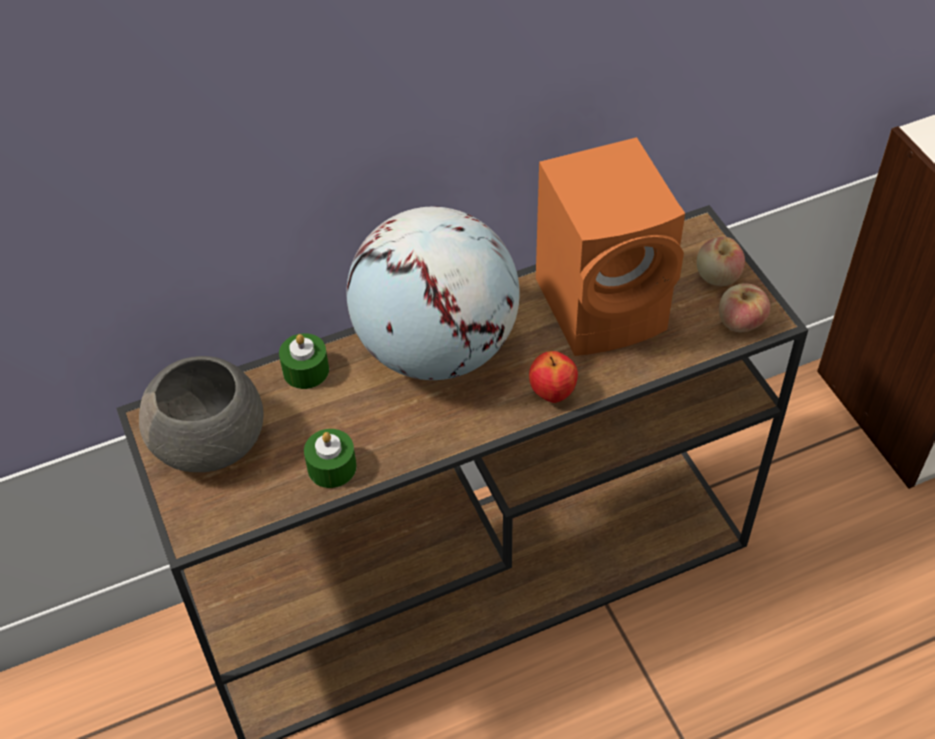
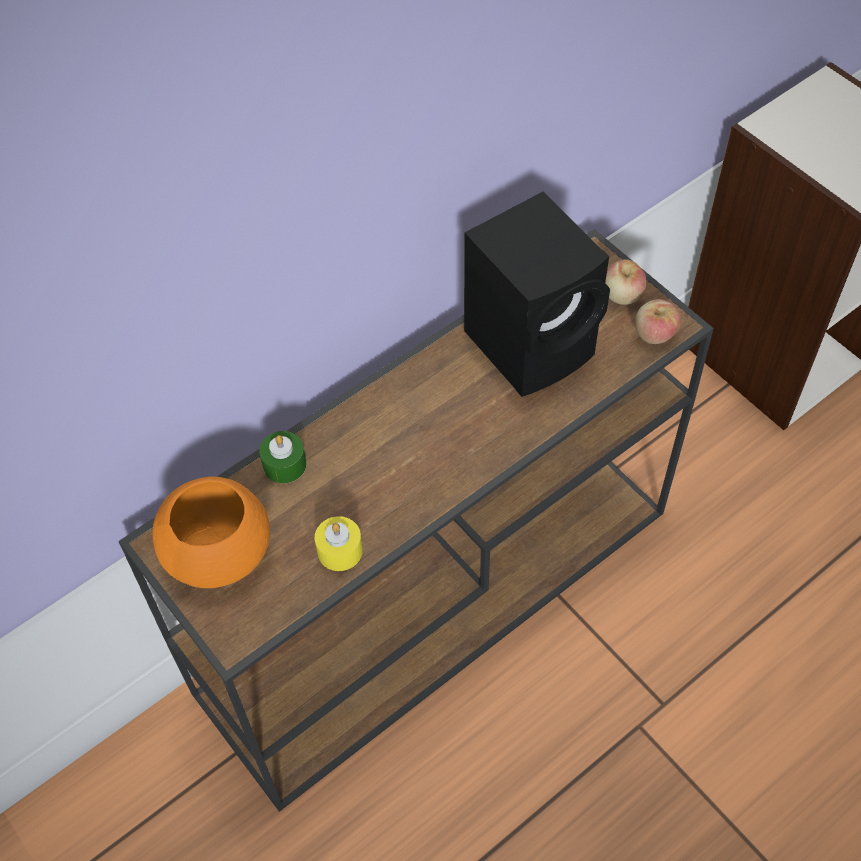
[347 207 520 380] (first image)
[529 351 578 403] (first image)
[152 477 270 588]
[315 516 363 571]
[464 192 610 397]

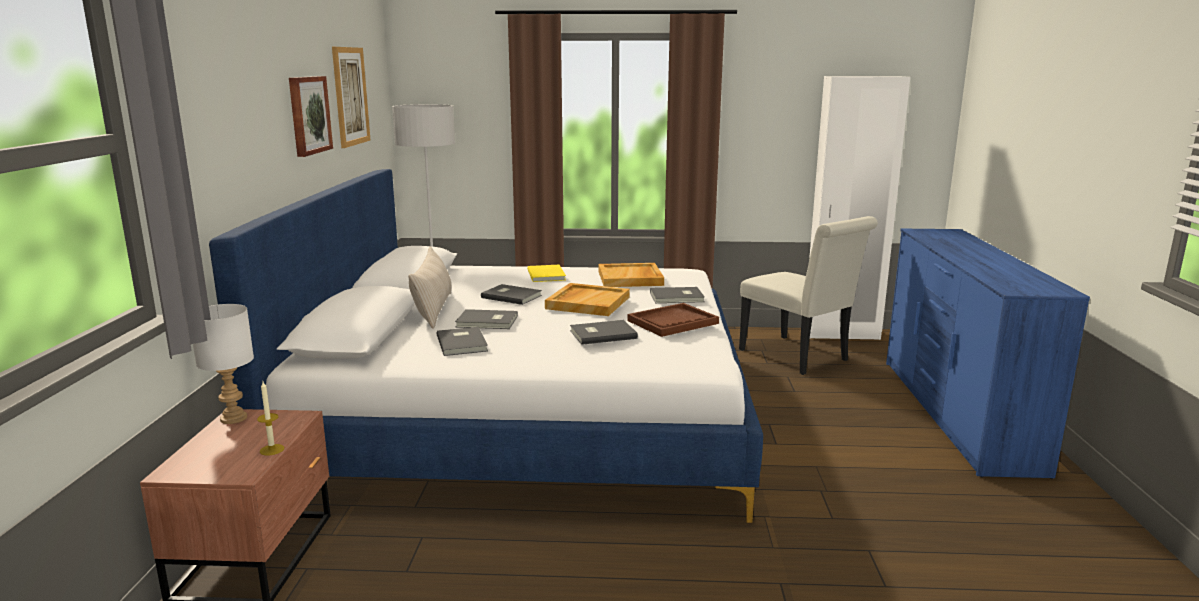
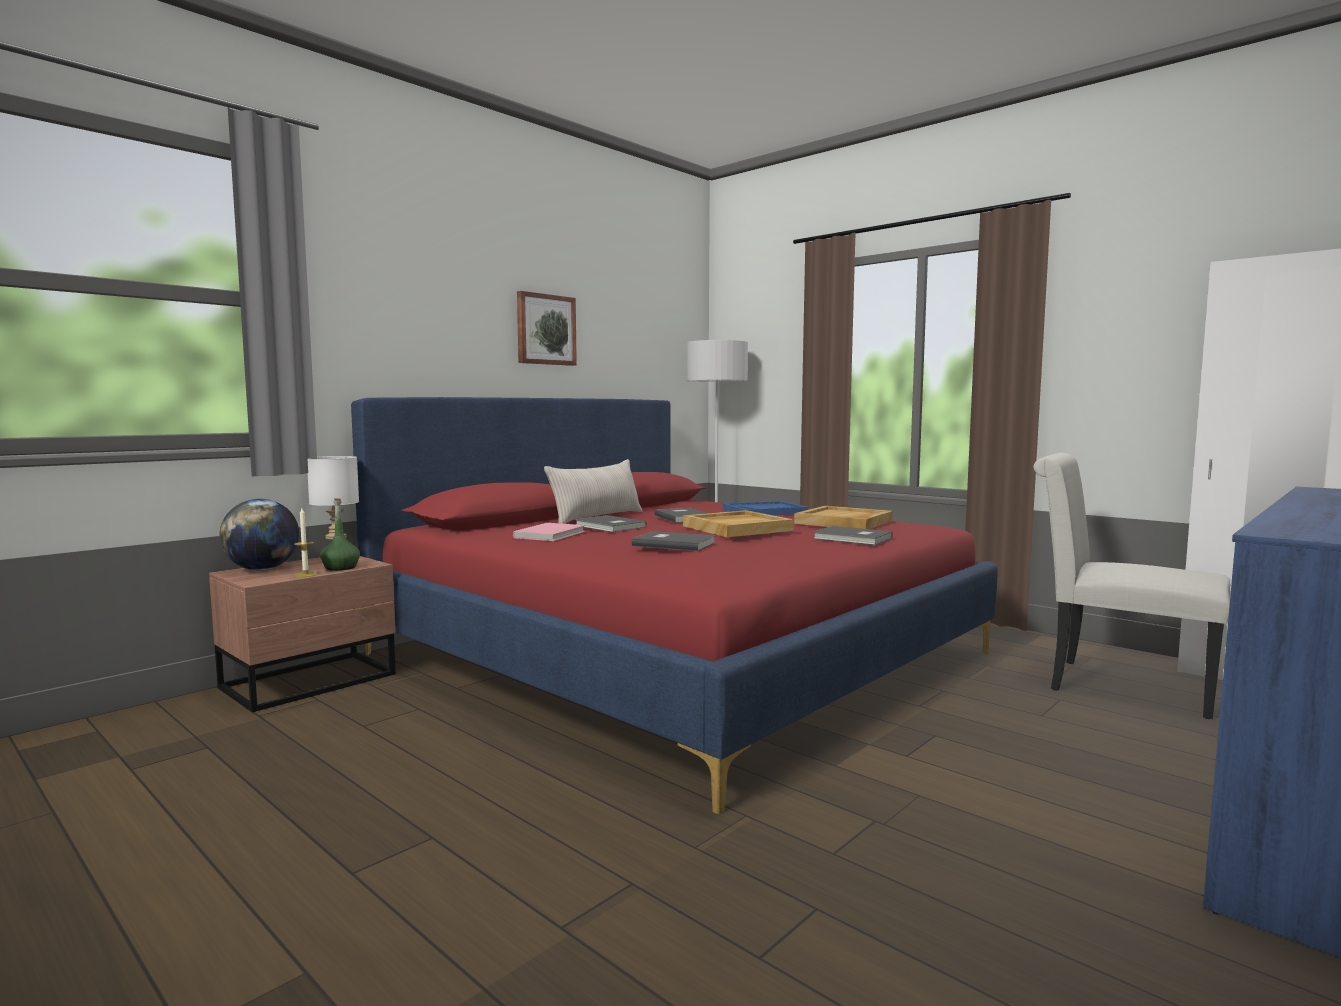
[332 47 370 148] (first image)
[627 303 719 337] (first image)
[219 499 299 570]
[320 498 360 571]
[723 501 807 516]
[351 397 998 814]
[513 523 585 541]
[1033 453 1230 719]

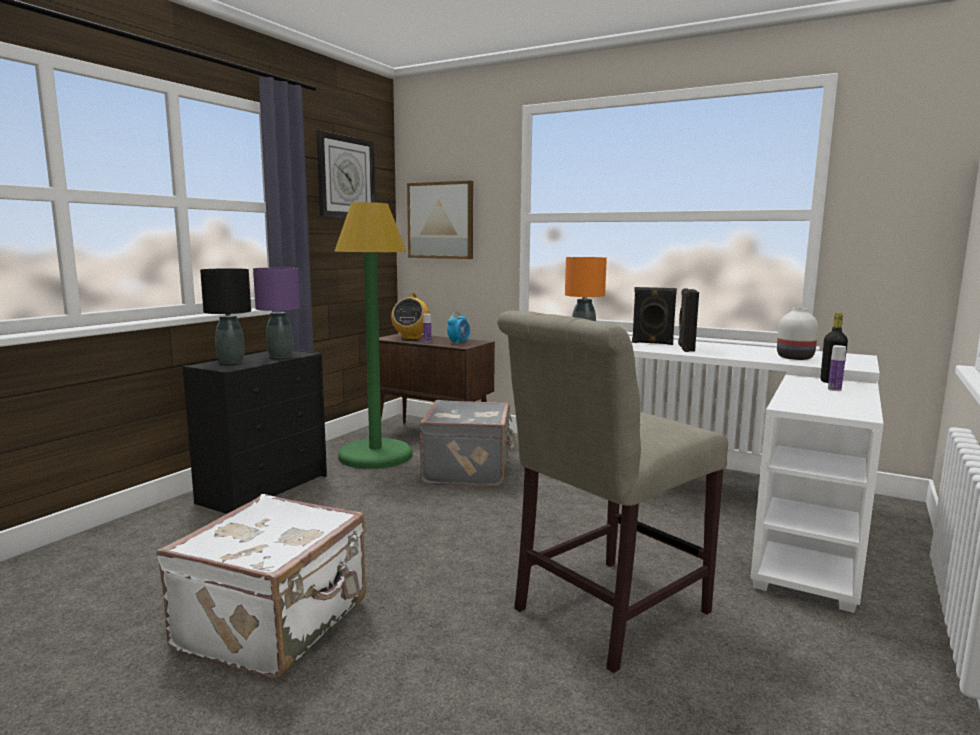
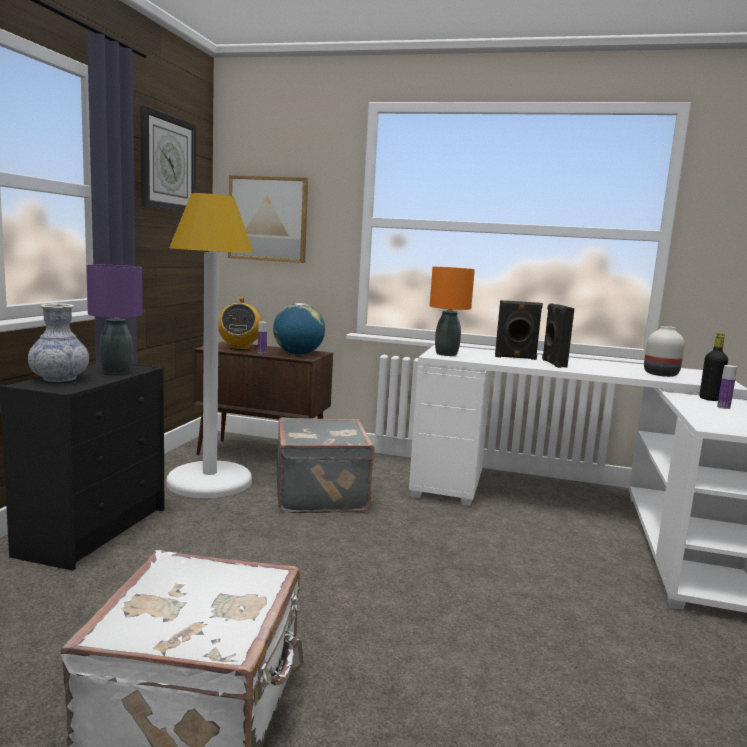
[497 311 728 673] (first image)
[28 303 89 382]
[273 303 325 355]
[167 193 254 498]

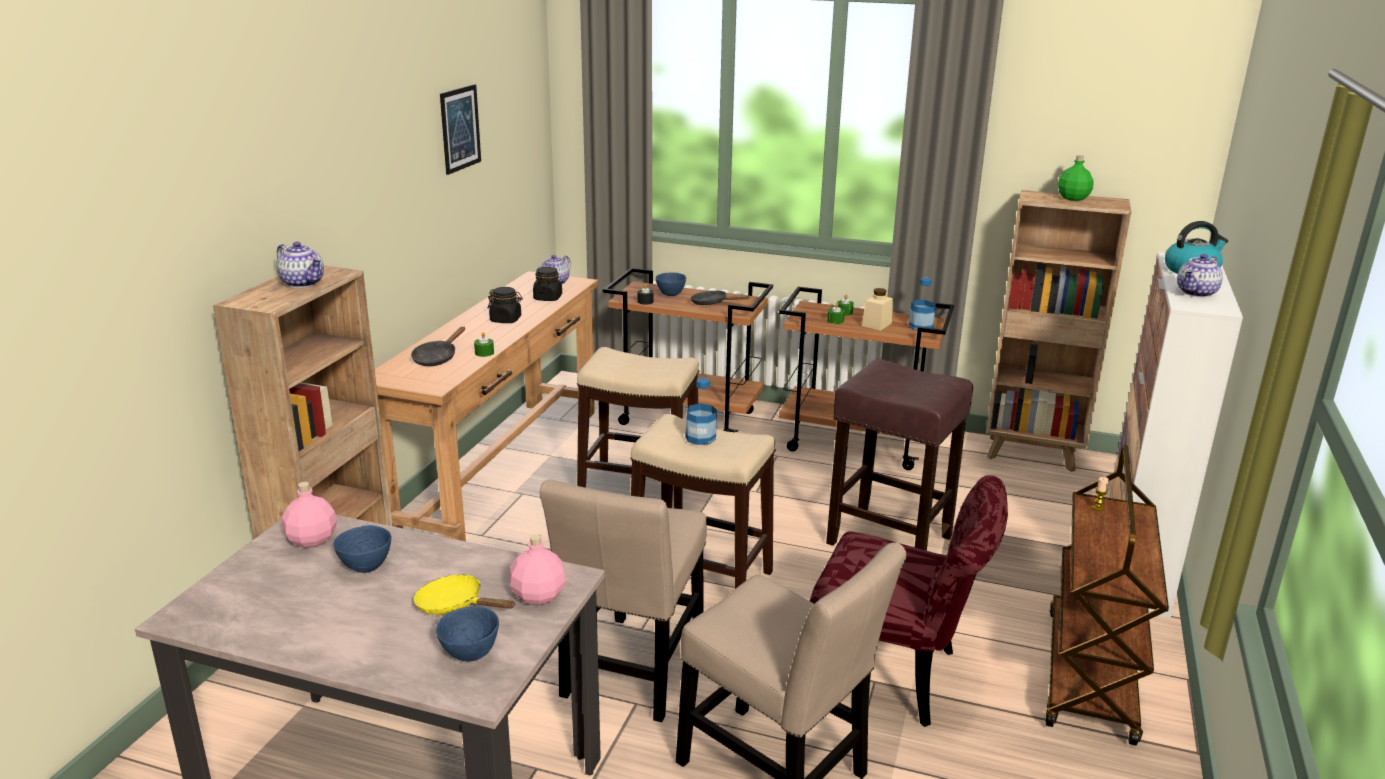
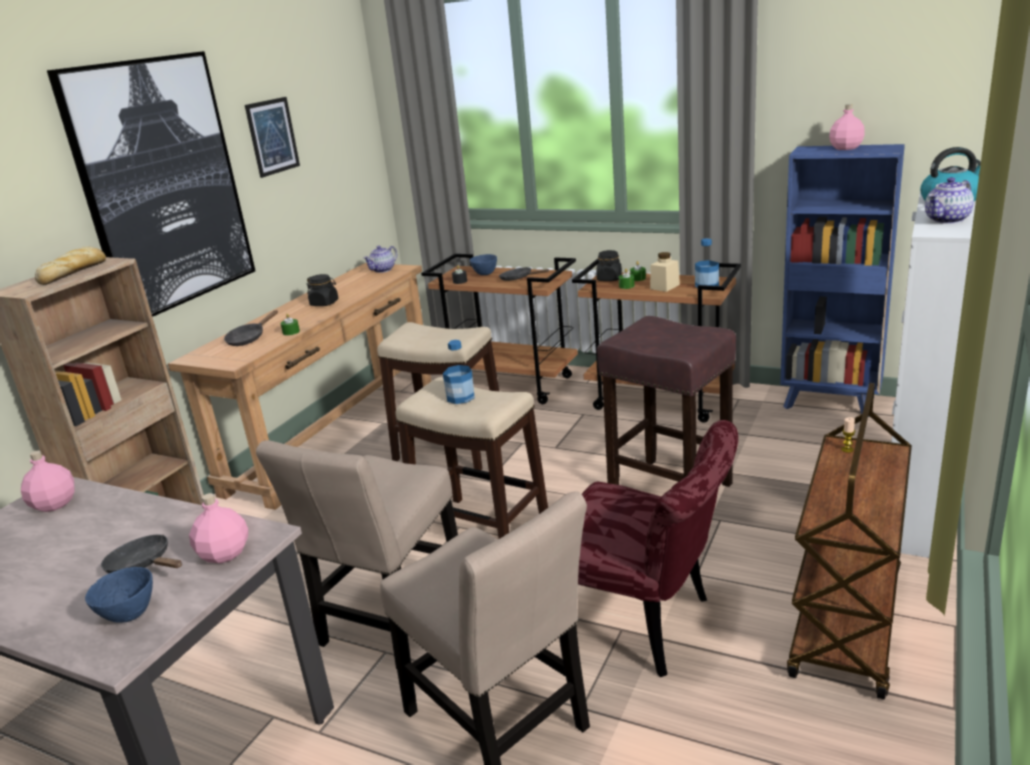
[333 525 392 573] (first image)
[47 51 255 317]
[596 250 622 281]
[35 246 106 285]
[101 534 182 574]
[780 144 905 417]
[829 104 865 150]

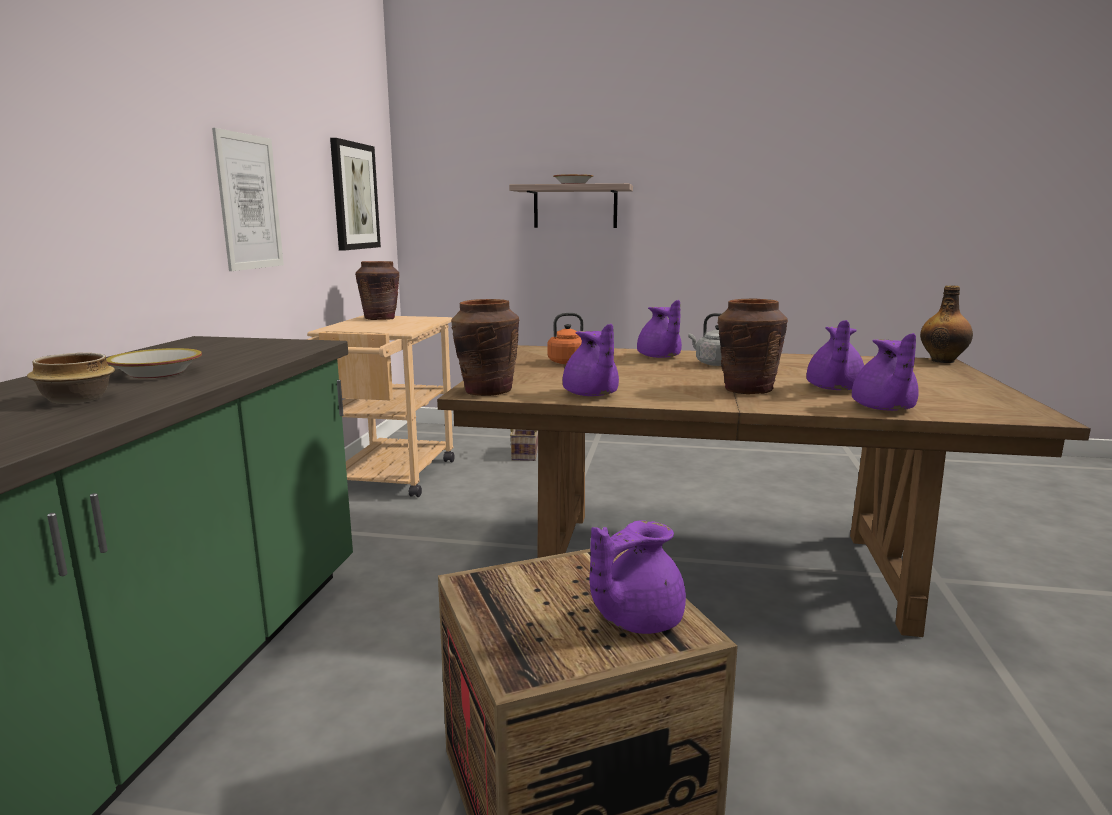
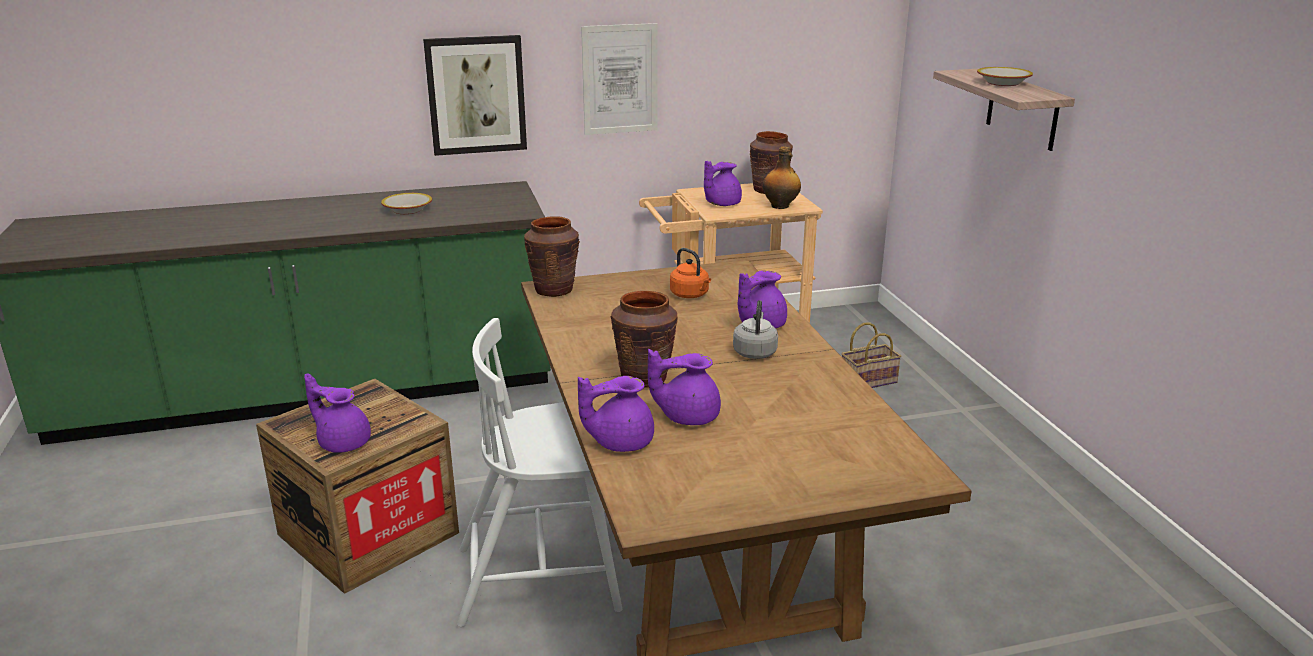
[27 353 115 404] (first image)
[457 318 622 627]
[423 35 527 156]
[704 161 742 206]
[762 146 801 209]

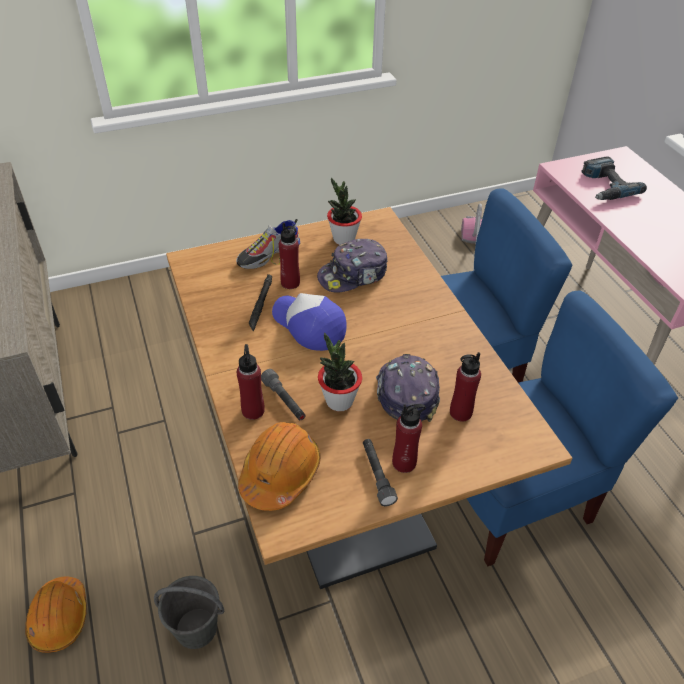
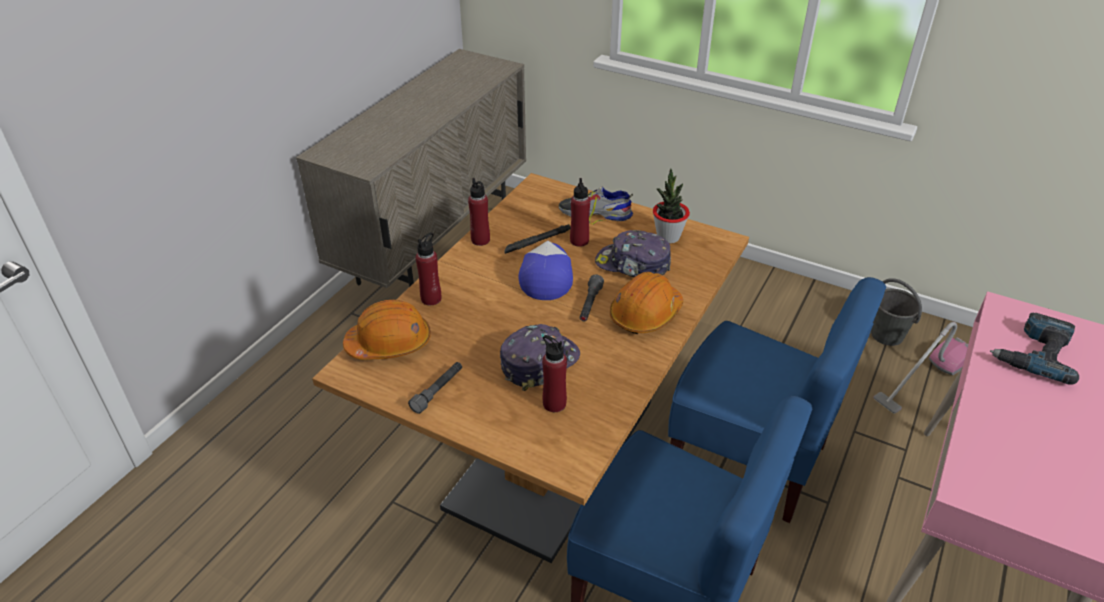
[318 333 362 411] (first image)
[610 272 683 334]
[871 278 922 346]
[579 274 604 321]
[468 178 490 246]

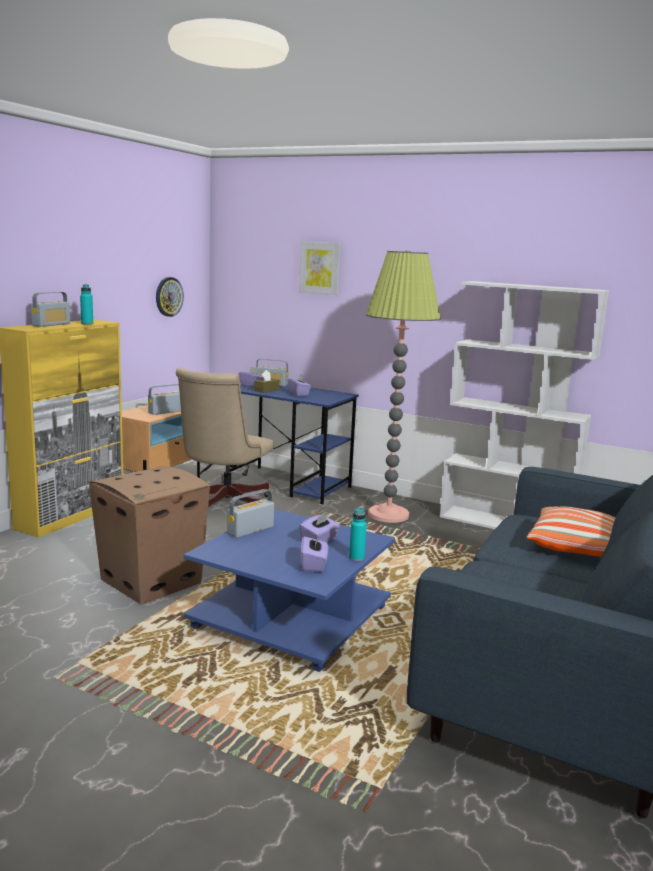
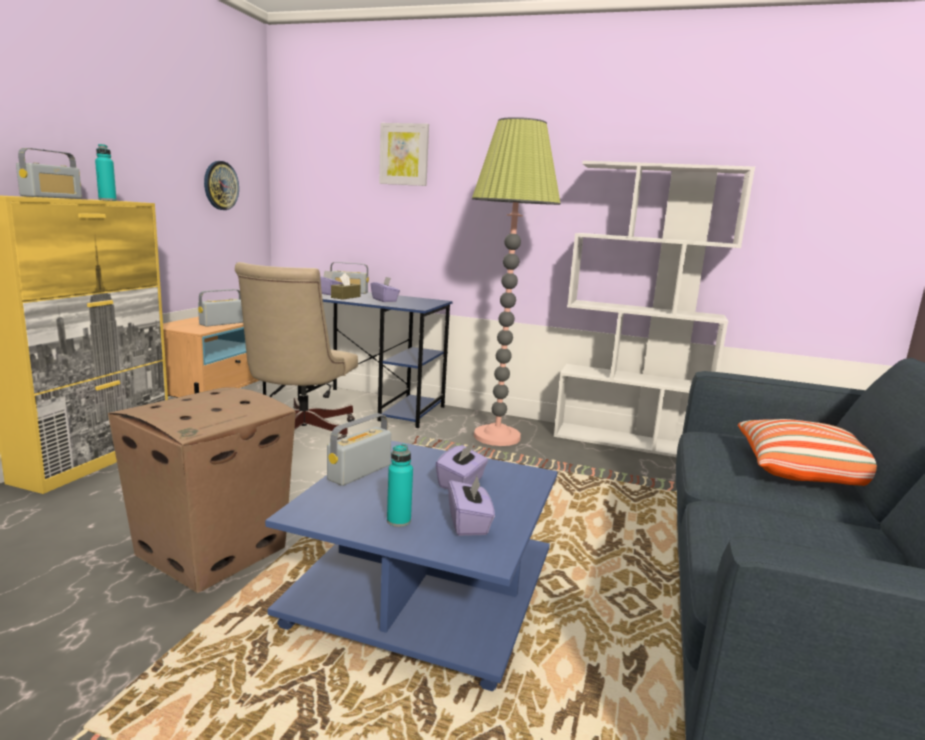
[387 444 413 527]

